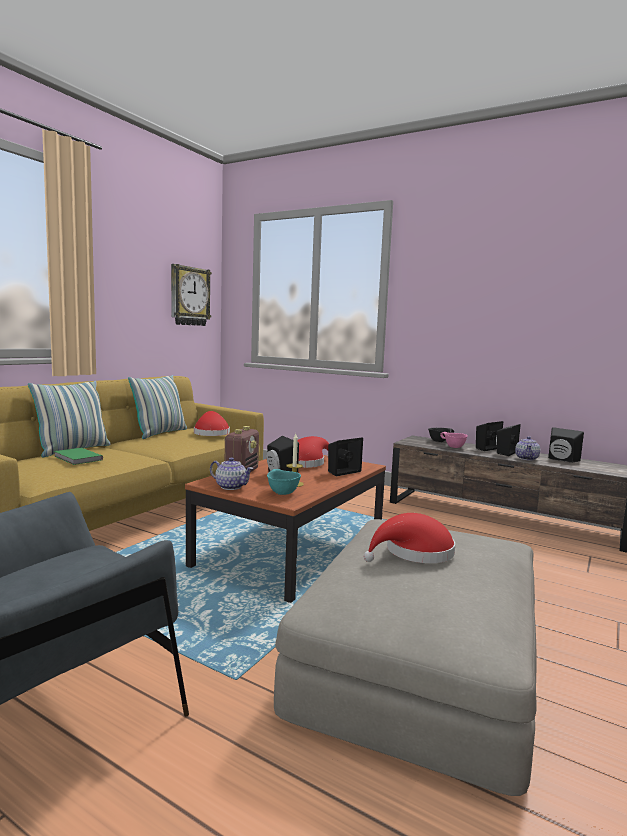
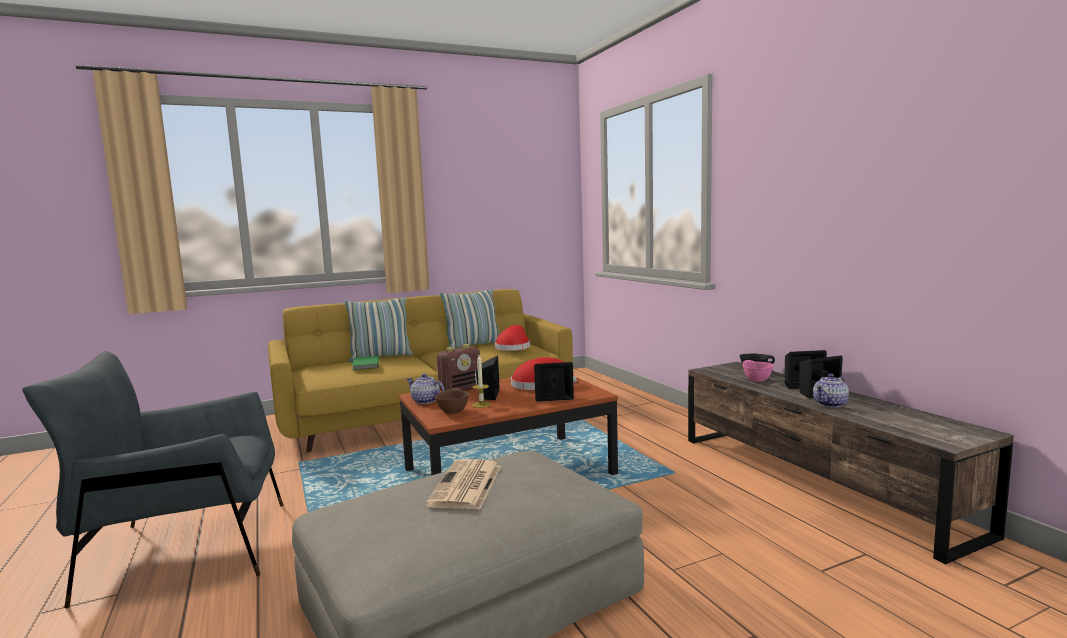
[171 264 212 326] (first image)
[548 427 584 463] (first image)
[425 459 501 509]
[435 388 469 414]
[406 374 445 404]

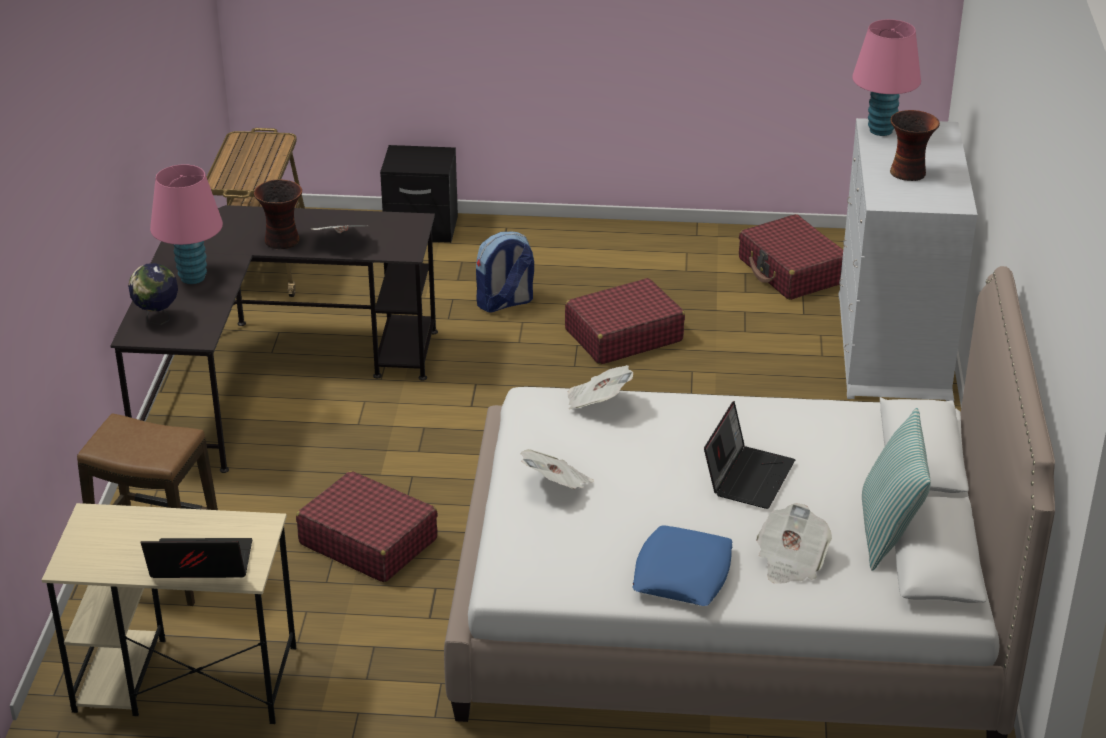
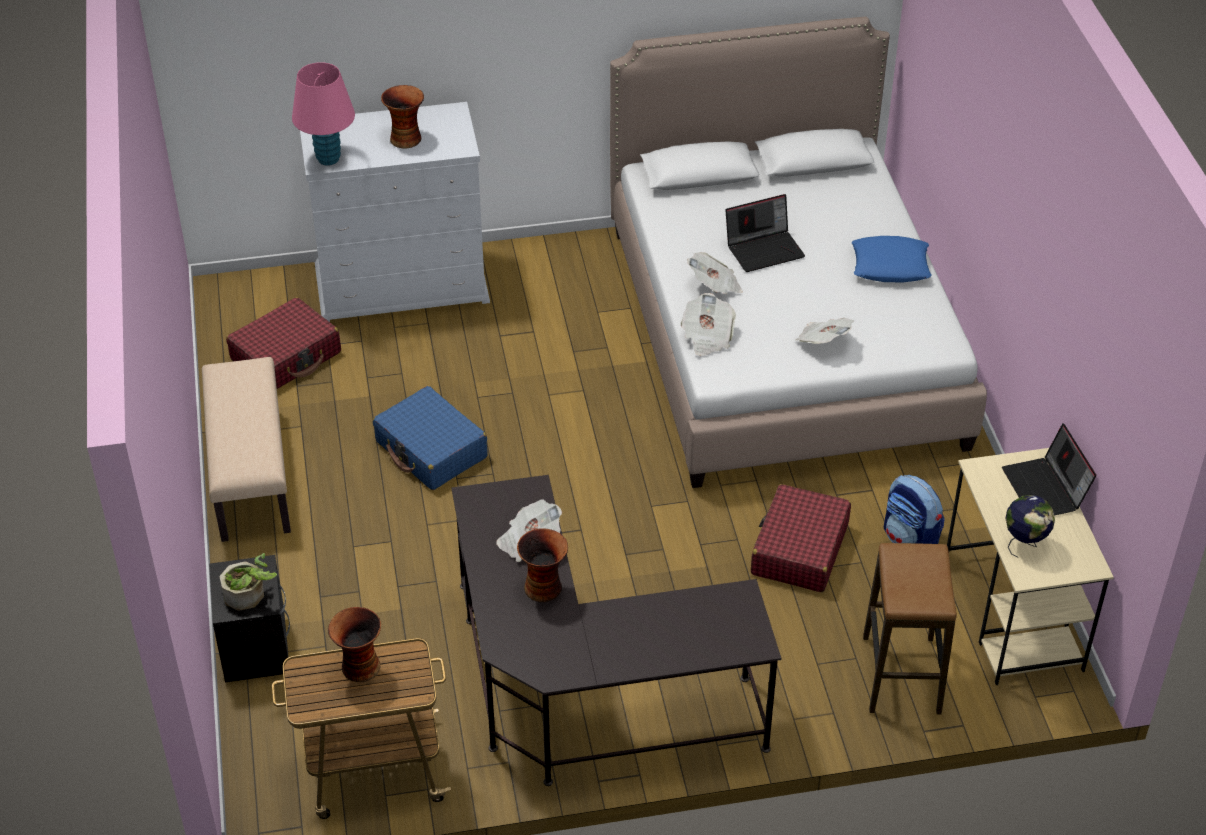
[150 164 223 284] (first image)
[862 408 931 571] (first image)
[202 357 291 542]
[220 553 277 611]
[328 607 381 682]
[1005 495 1055 558]
[884 475 945 544]
[687 252 743 294]
[373 386 487 490]
[726 194 805 272]

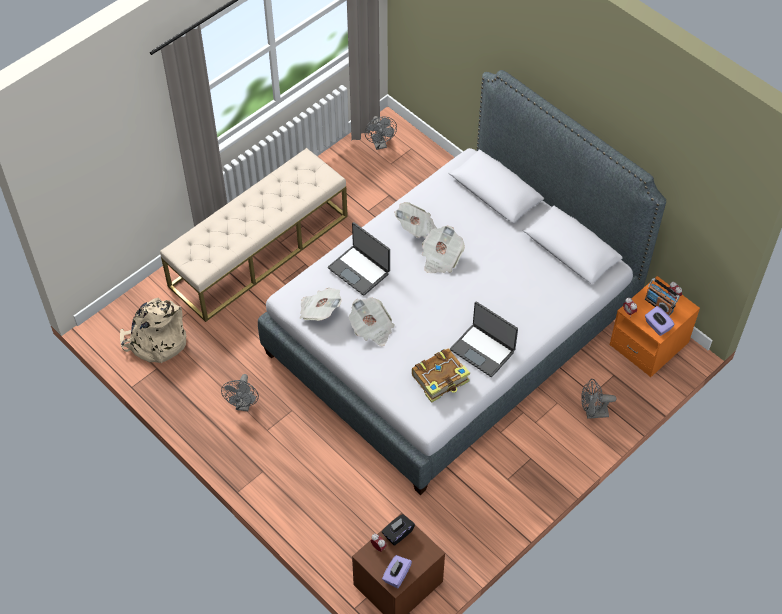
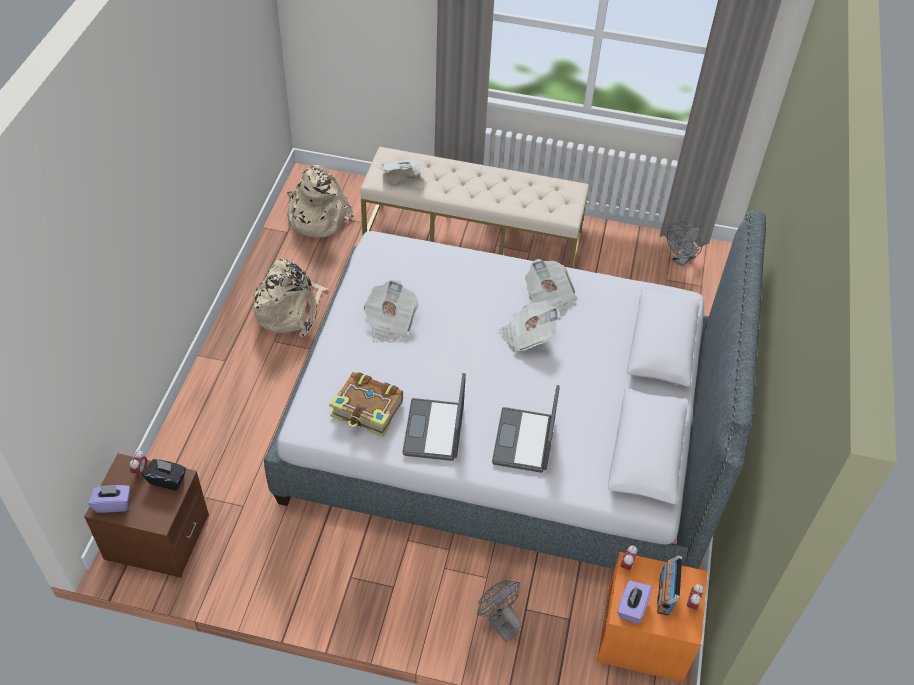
[381 157 425 170]
[492 385 560 473]
[253 258 328 337]

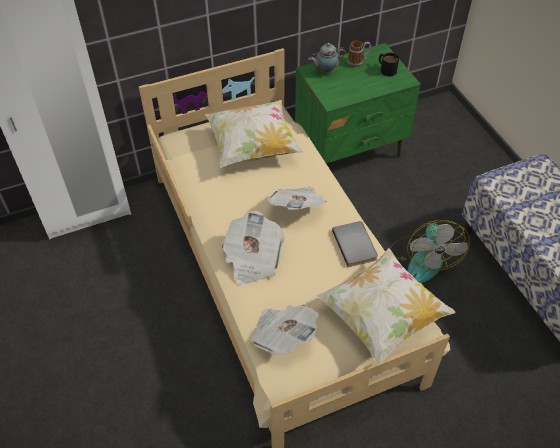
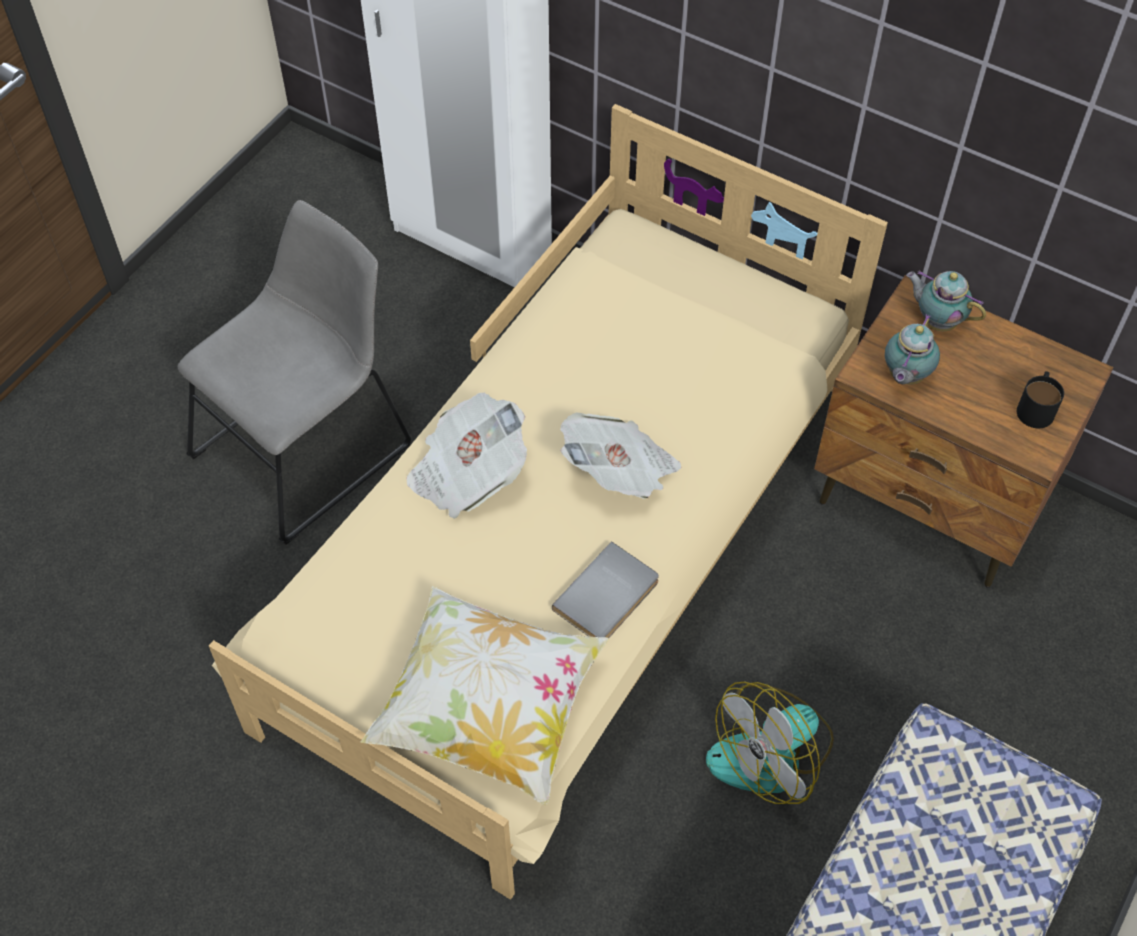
[205 100 303 168] (first image)
[249 305 319 355] (first image)
[347 40 371 67] (first image)
[178 200 412 545]
[885 314 940 384]
[814 275 1114 587]

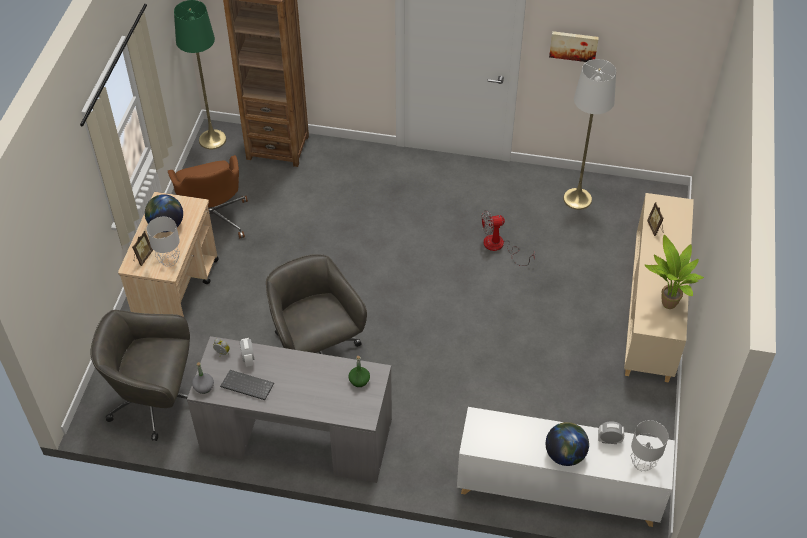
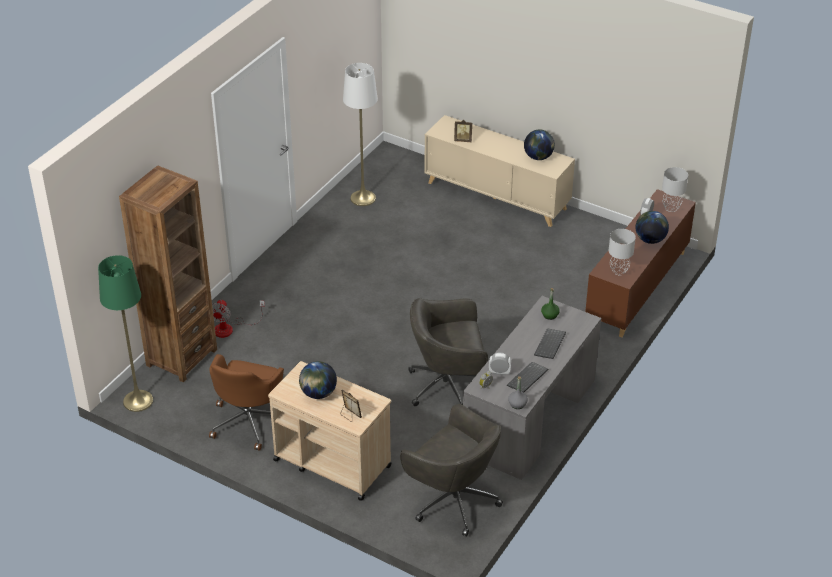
[549 31 599 62] (first image)
[534 328 566 359]
[609 229 636 275]
[212 300 265 338]
[524 130 555 160]
[585 189 696 338]
[400 404 503 536]
[209 354 284 451]

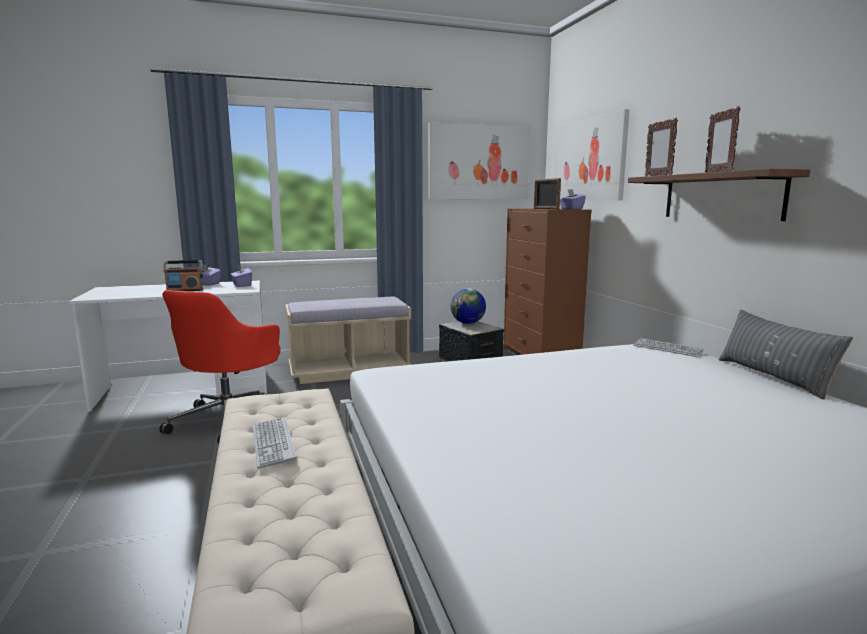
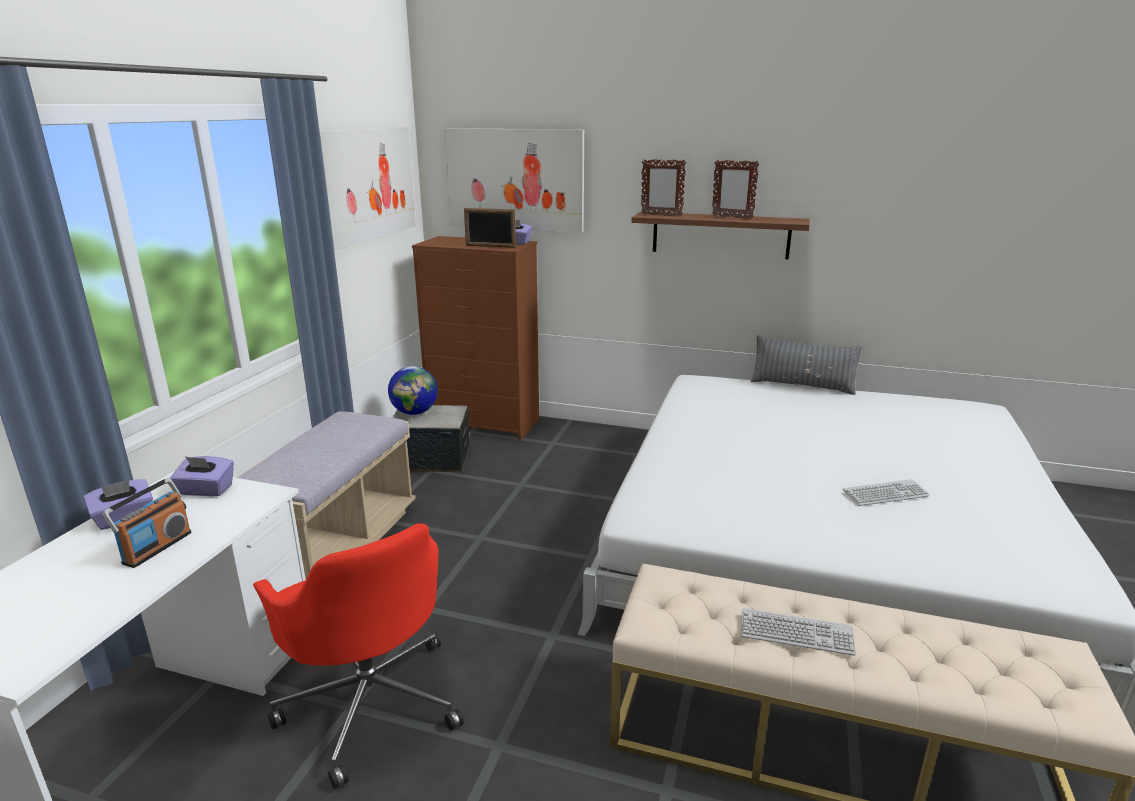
[843 479 930 506]

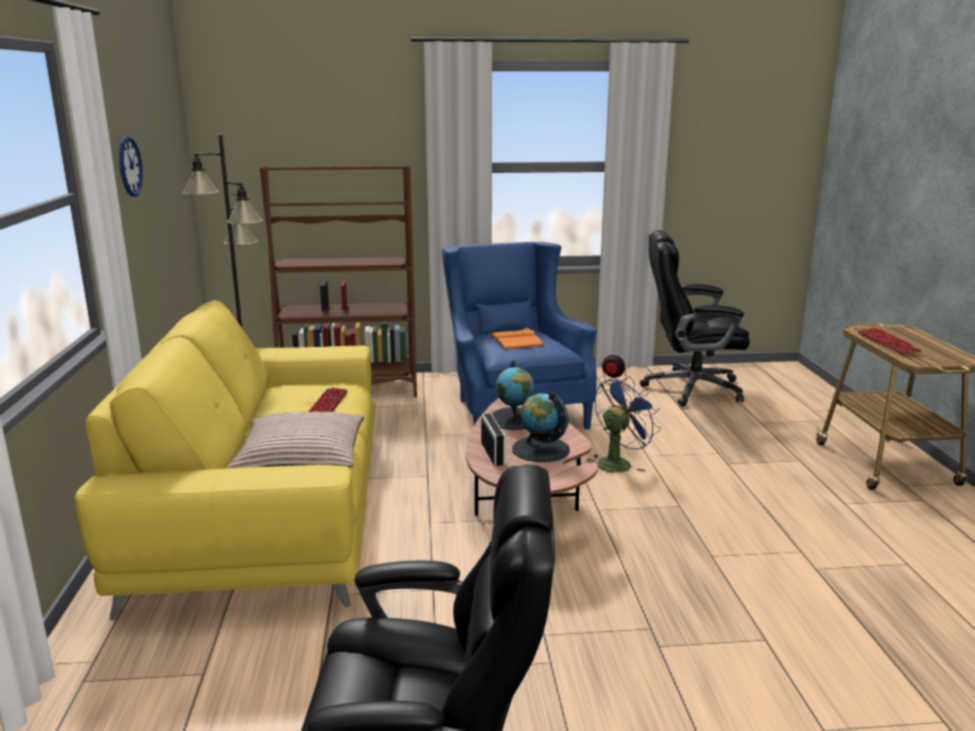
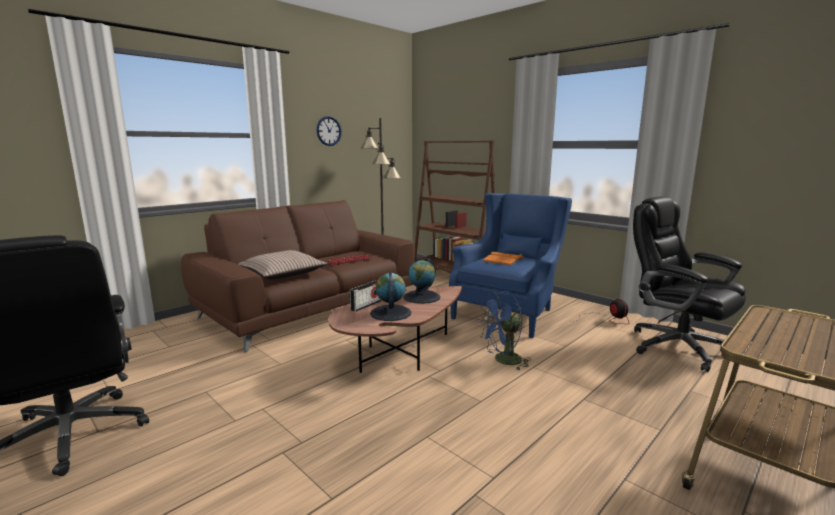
[858 328 921 354] (first image)
[181 200 415 353]
[478 291 531 370]

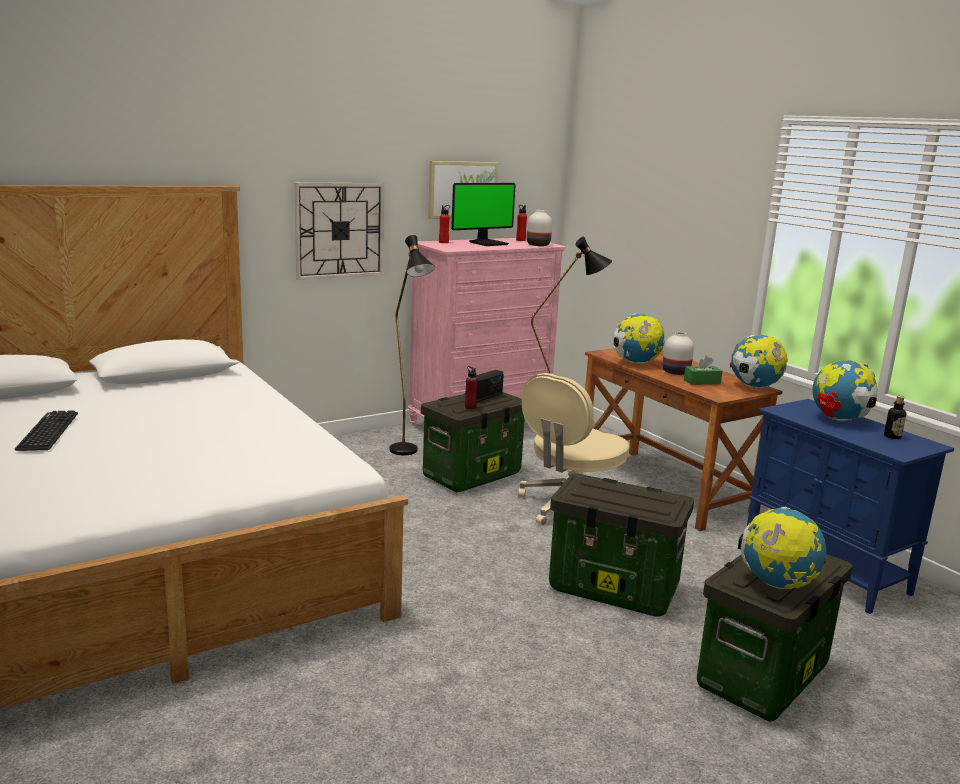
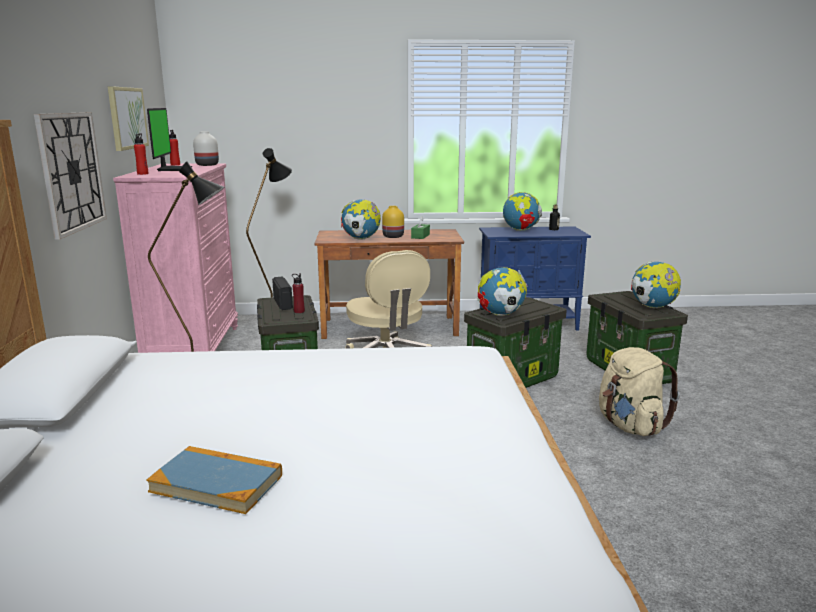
[599 347 680 436]
[477 267 528 316]
[146 446 282 514]
[382 206 404 238]

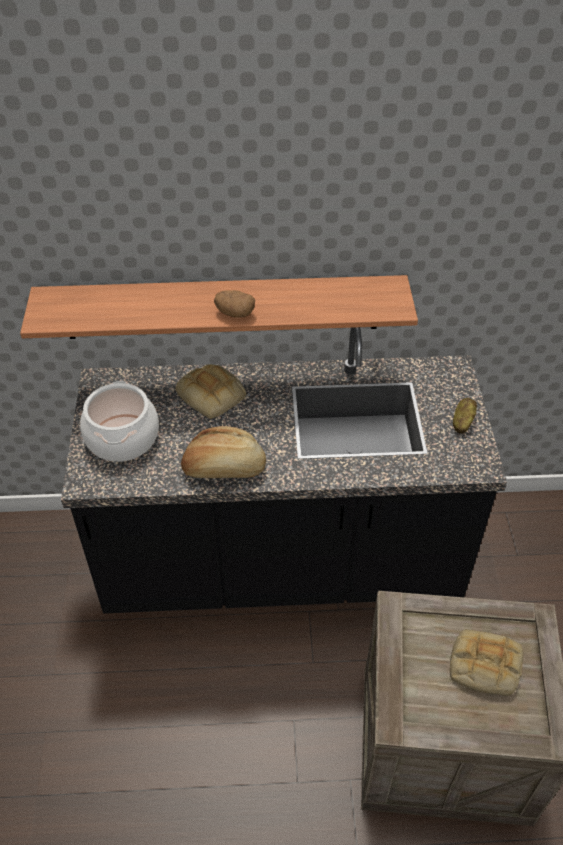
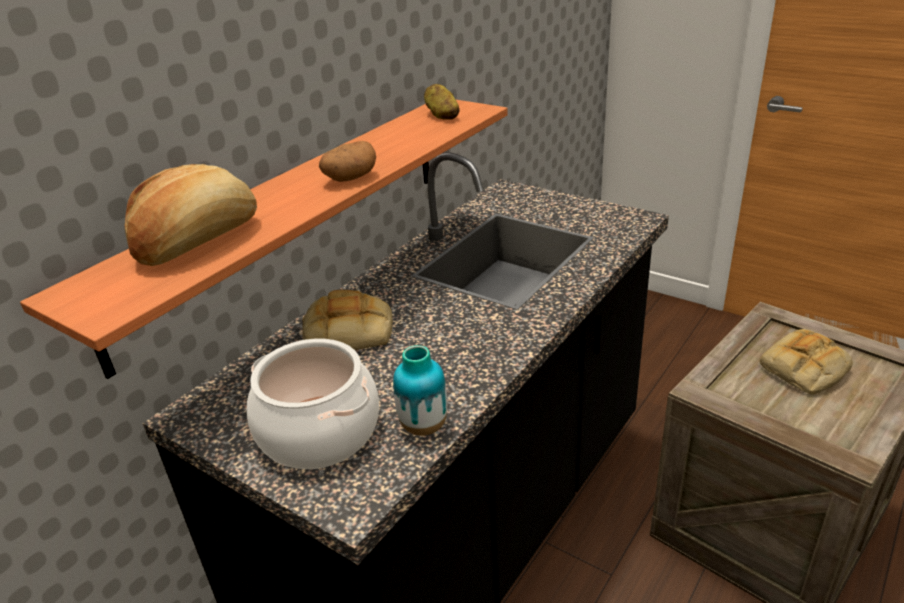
[393 345 447 436]
[125 164 257 266]
[424 84 460 120]

